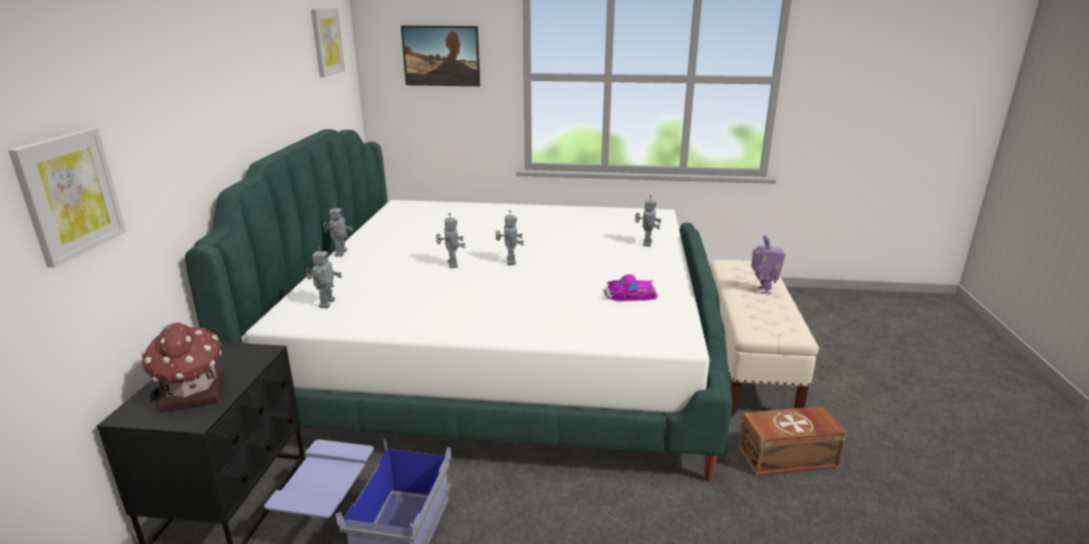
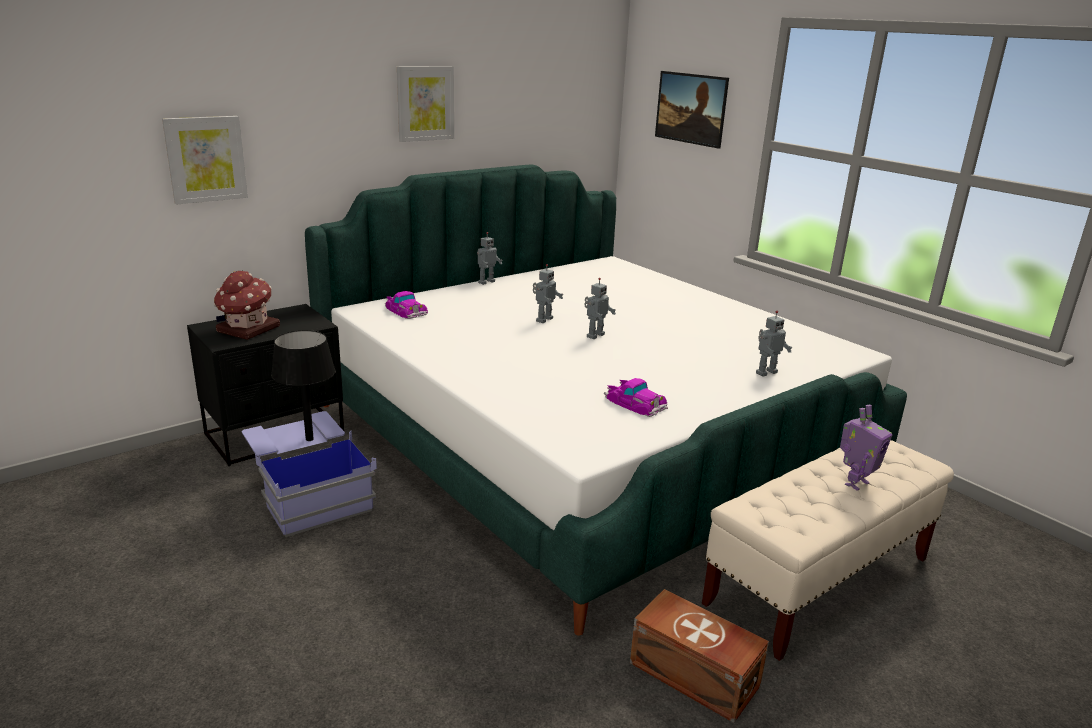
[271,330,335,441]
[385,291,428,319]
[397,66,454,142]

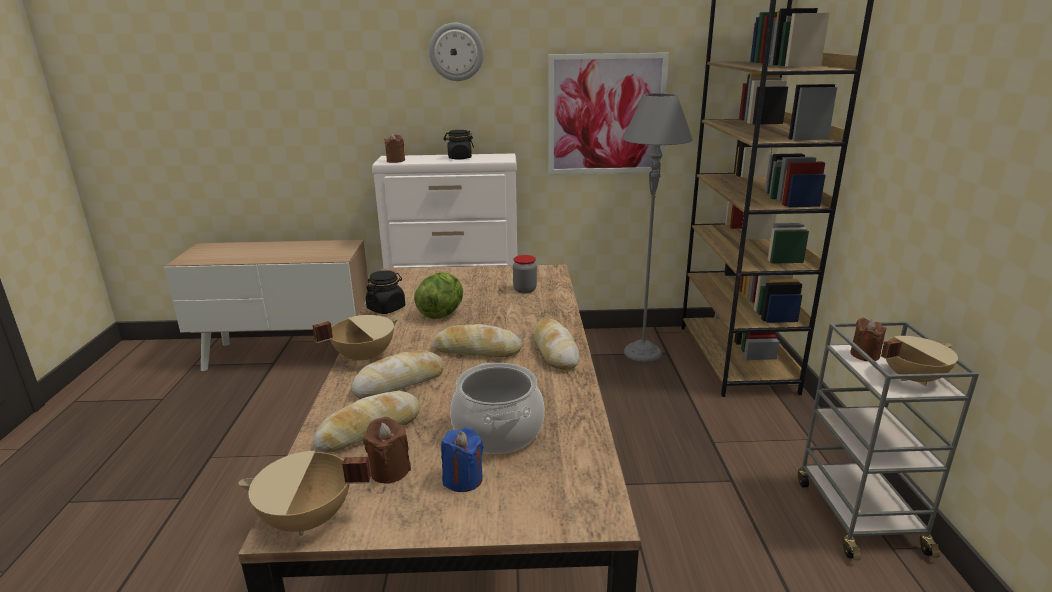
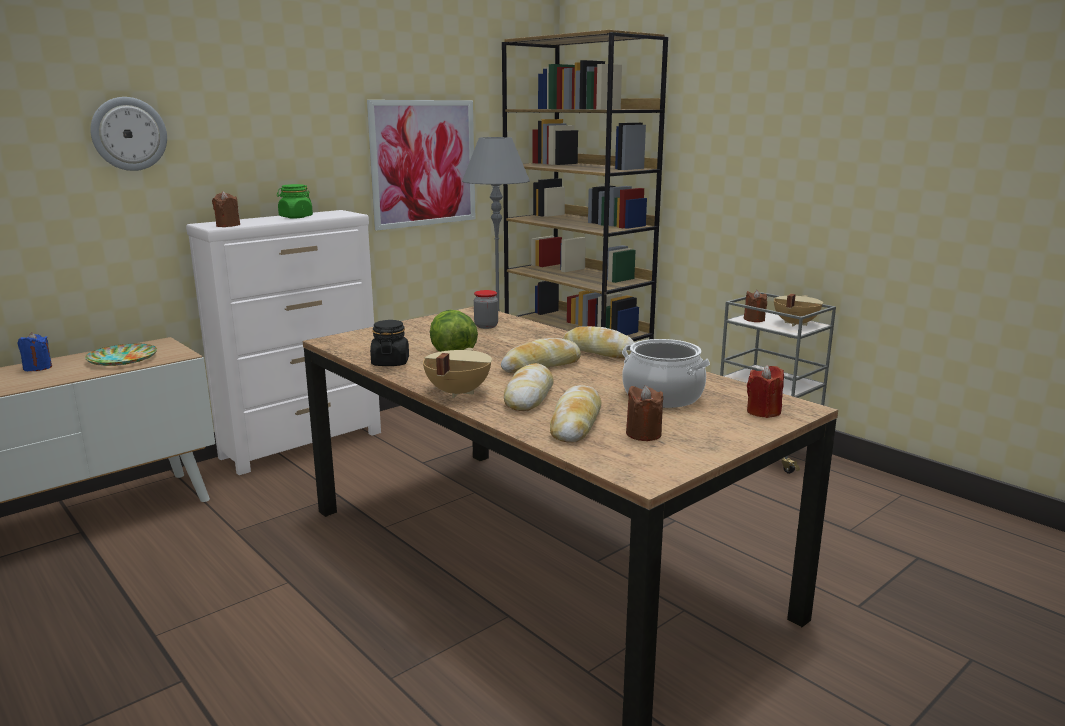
[18,332,52,371]
[85,344,157,366]
[90,97,167,171]
[277,184,313,218]
[747,365,784,418]
[238,451,371,536] (first image)

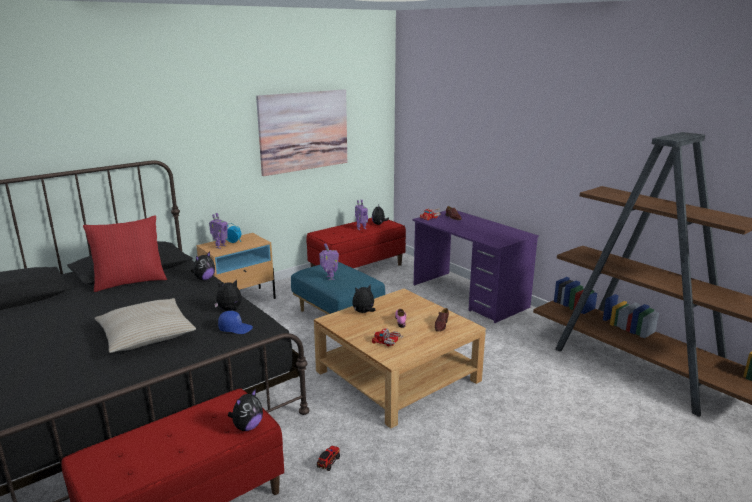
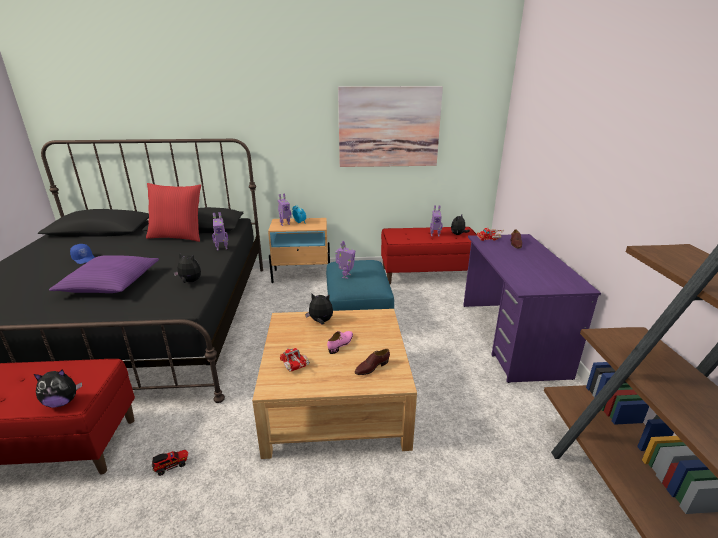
[49,255,159,293]
[70,244,95,264]
[212,212,228,250]

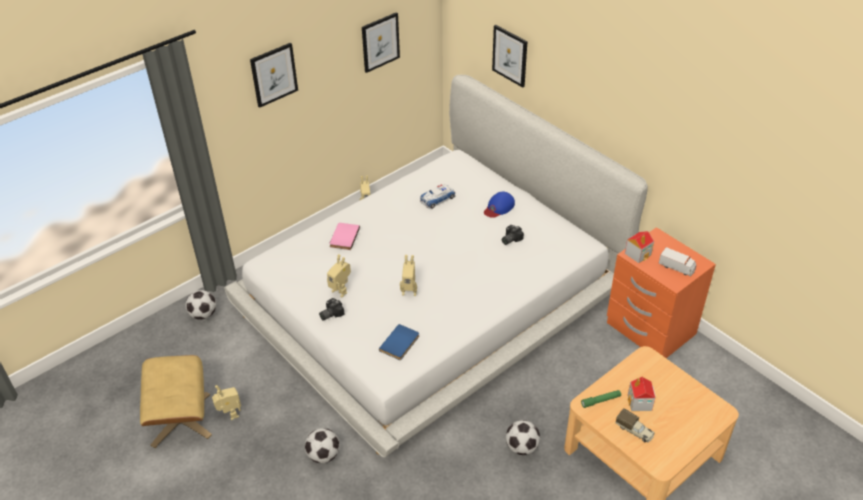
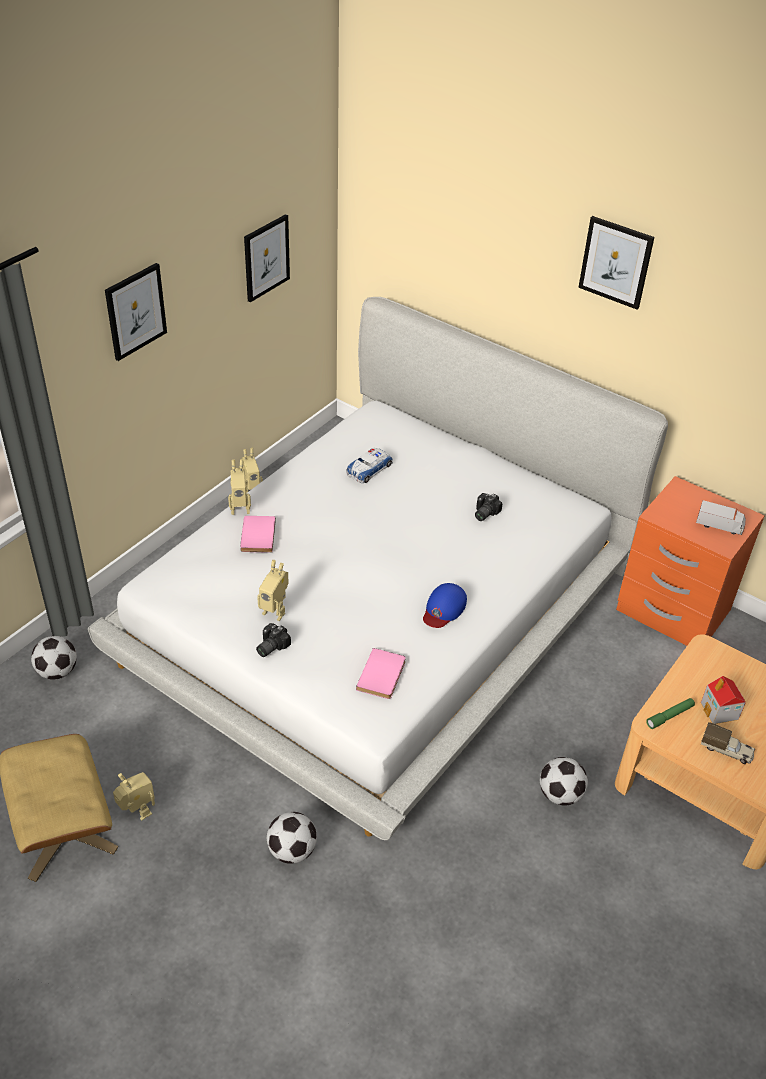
[228,459,251,515]
[356,648,406,699]
[423,583,467,628]
[578,216,654,309]
[625,231,654,263] (first image)

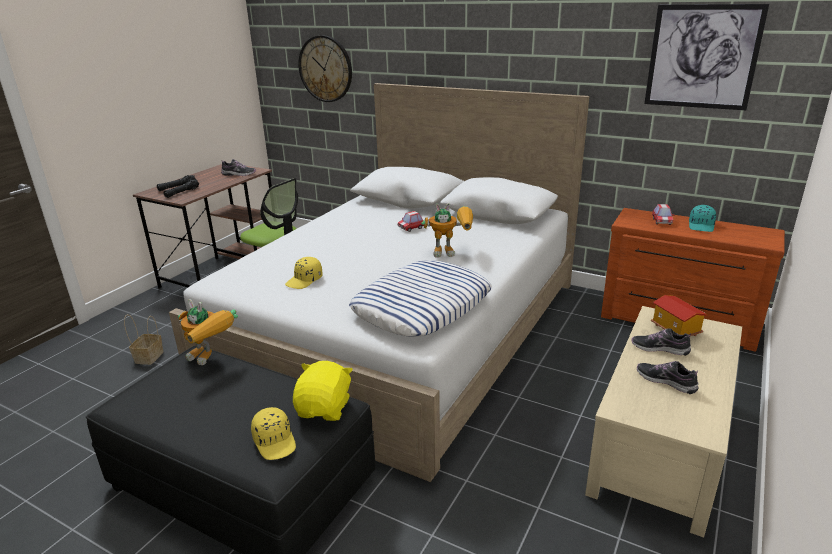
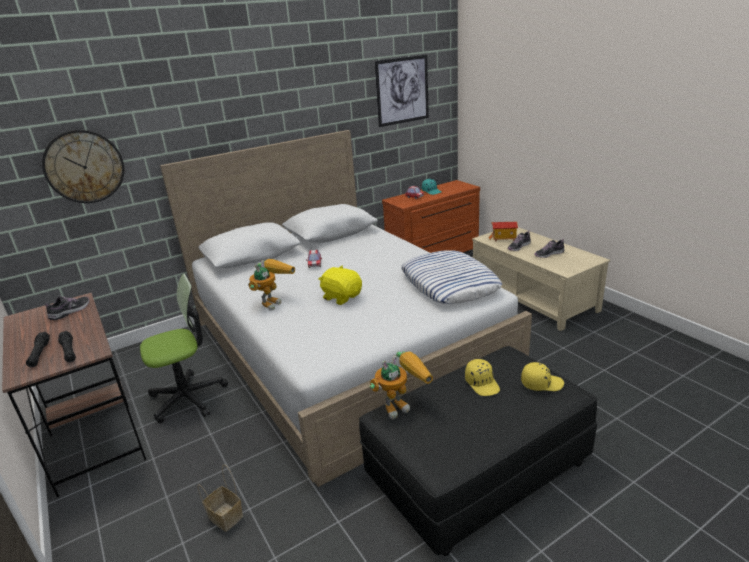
[248,259,295,311]
[318,266,362,305]
[465,359,500,396]

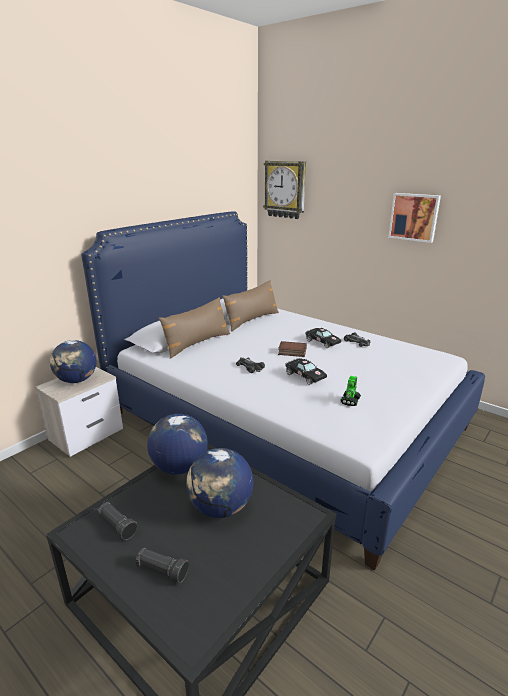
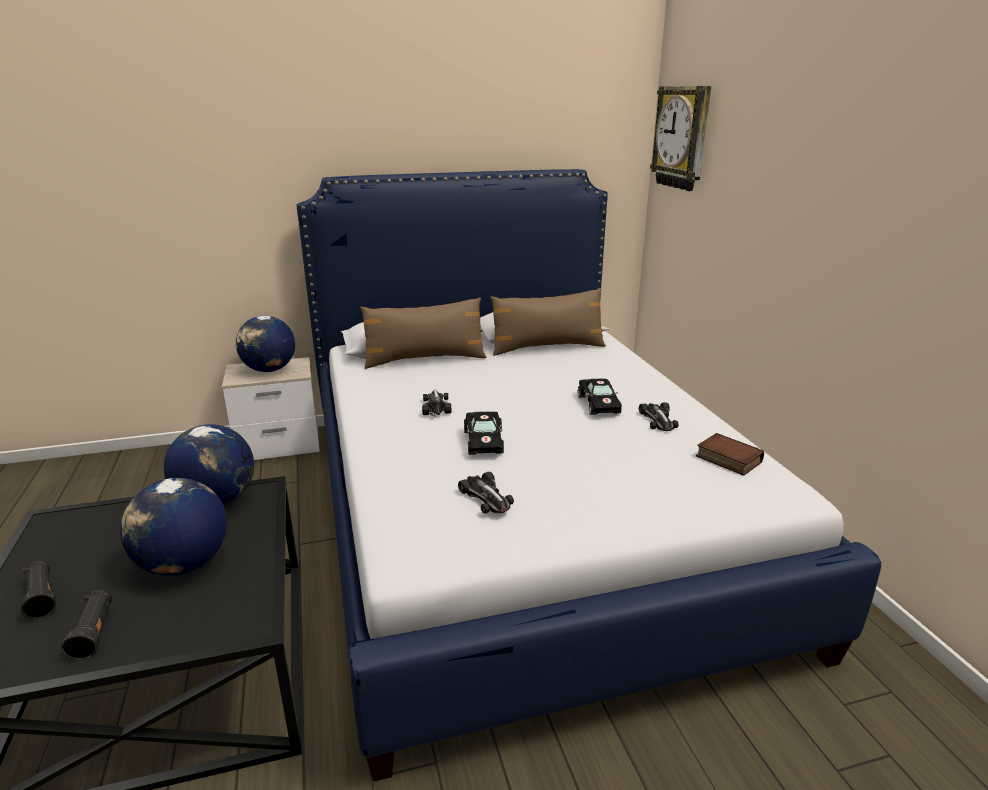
[61,590,112,659]
[458,472,514,514]
[696,433,764,476]
[388,193,441,243] (first image)

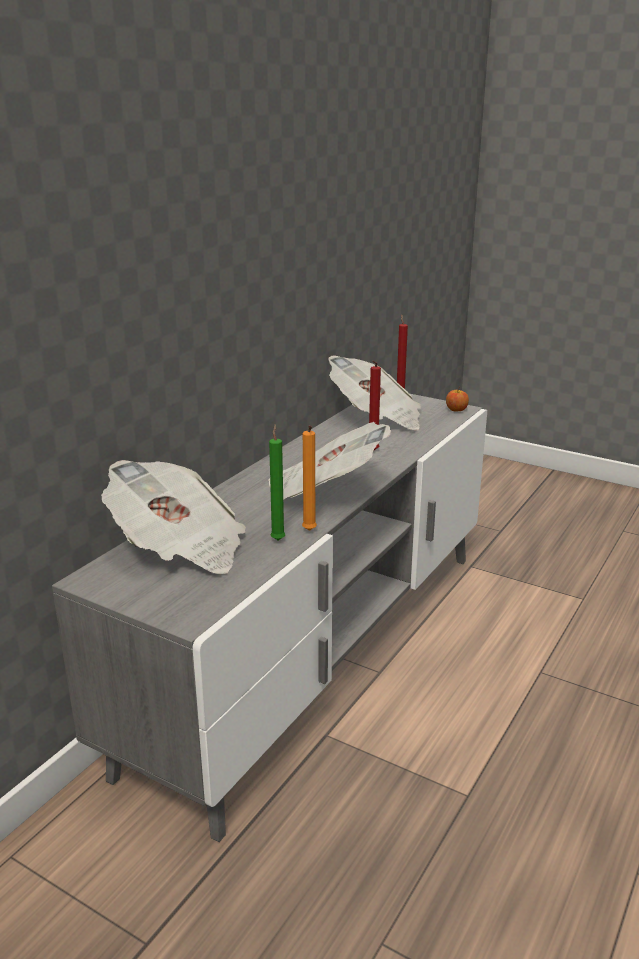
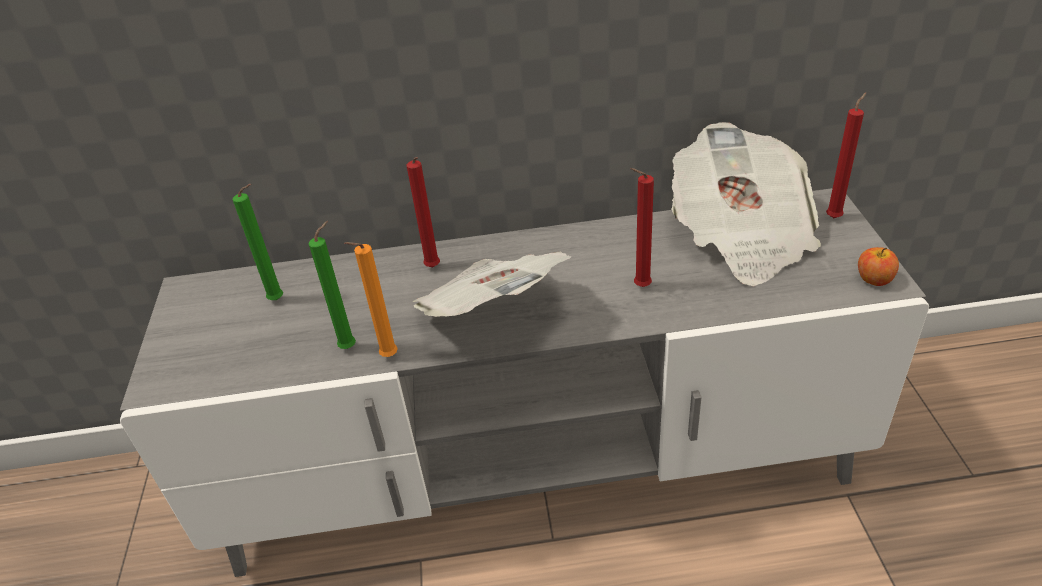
[233,184,283,300]
[407,157,440,267]

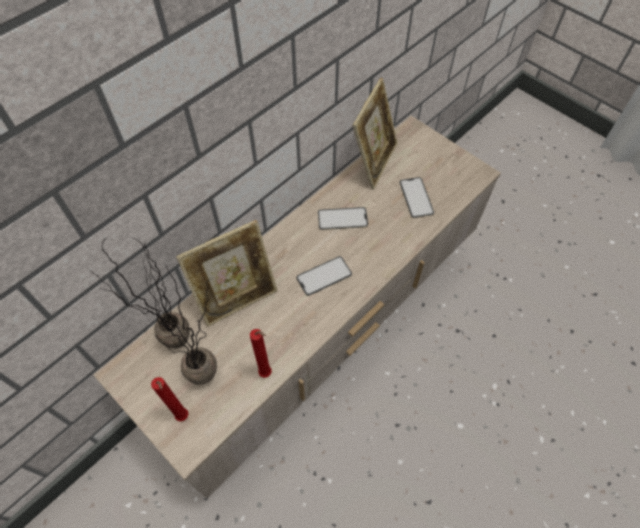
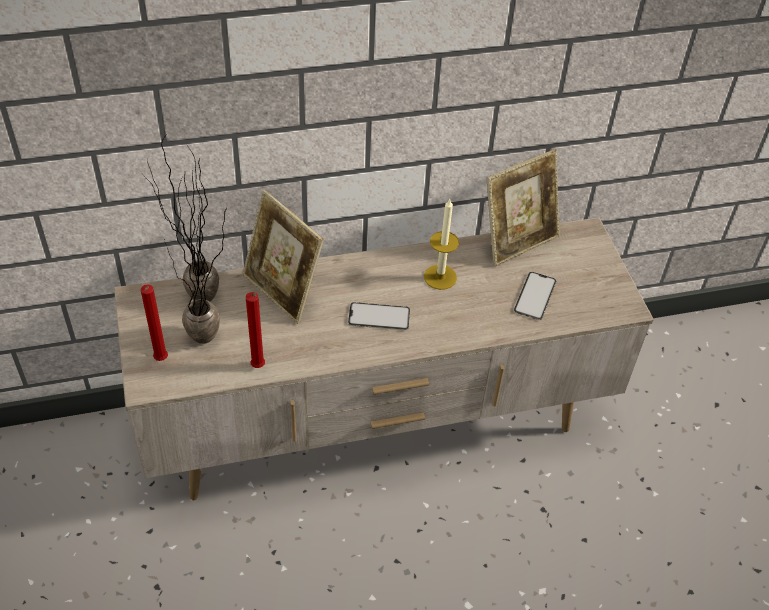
[243,190,324,324]
[424,199,459,290]

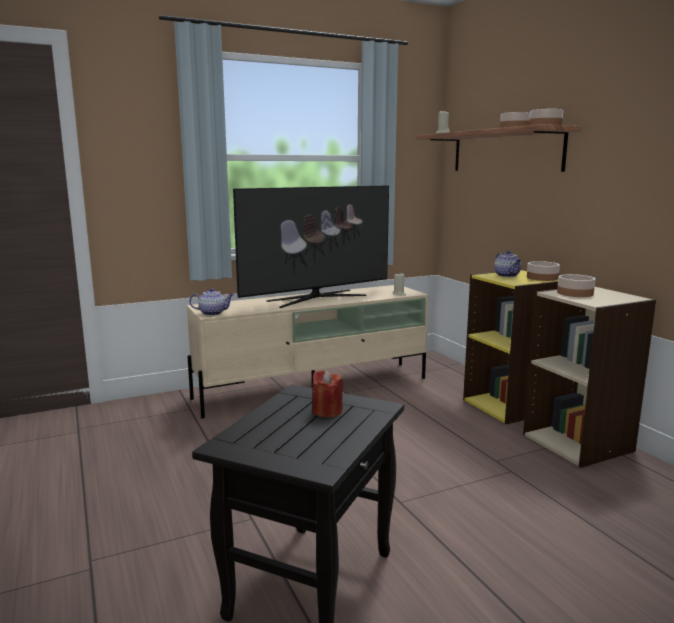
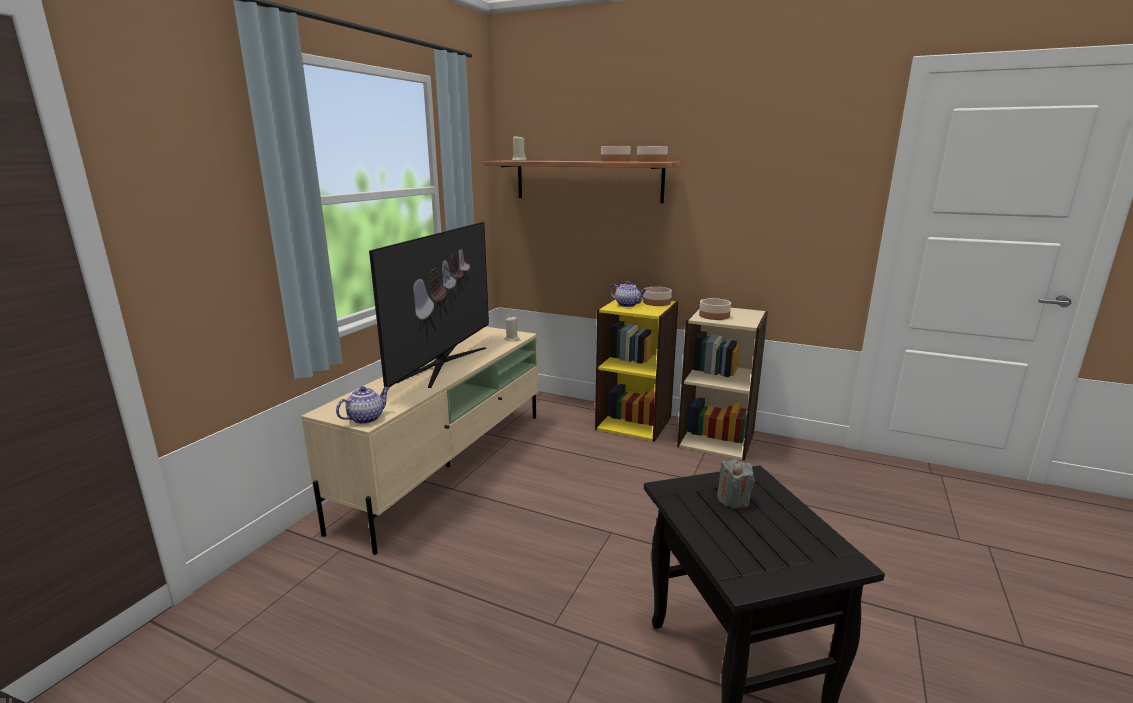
[717,460,755,509]

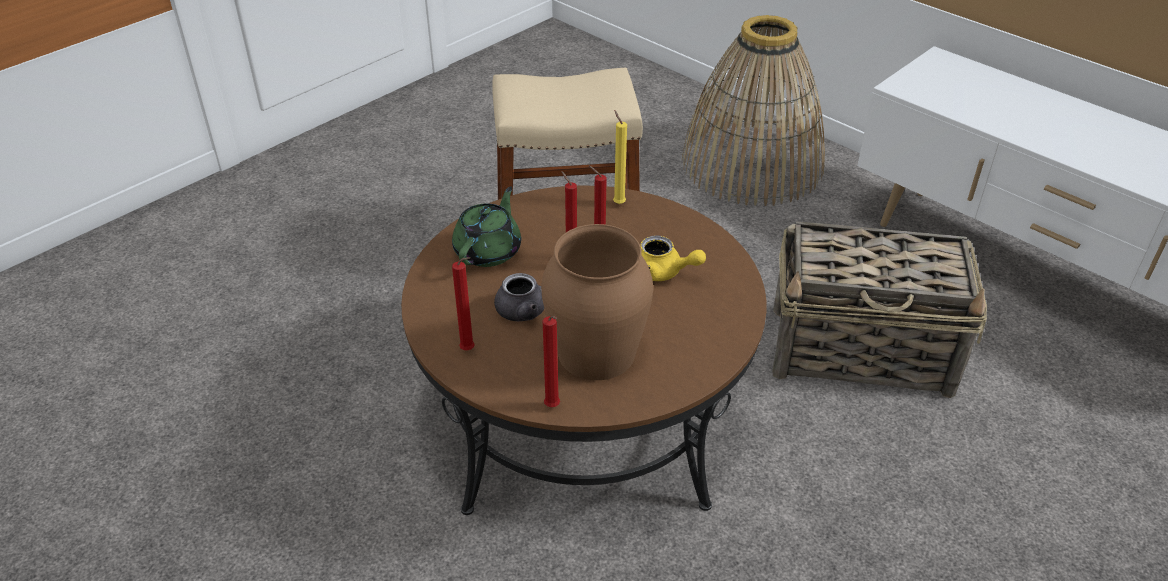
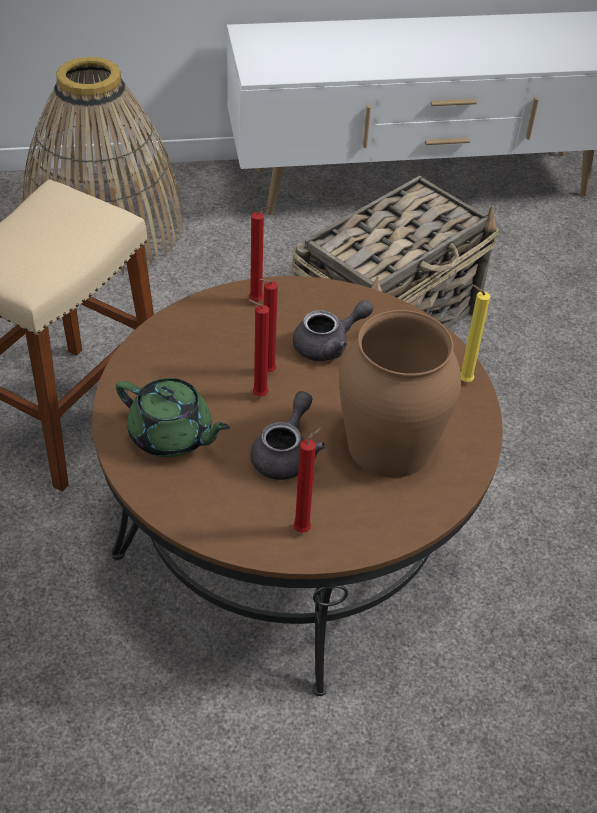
[116,378,230,457]
[249,206,271,302]
[293,300,373,361]
[460,285,490,382]

